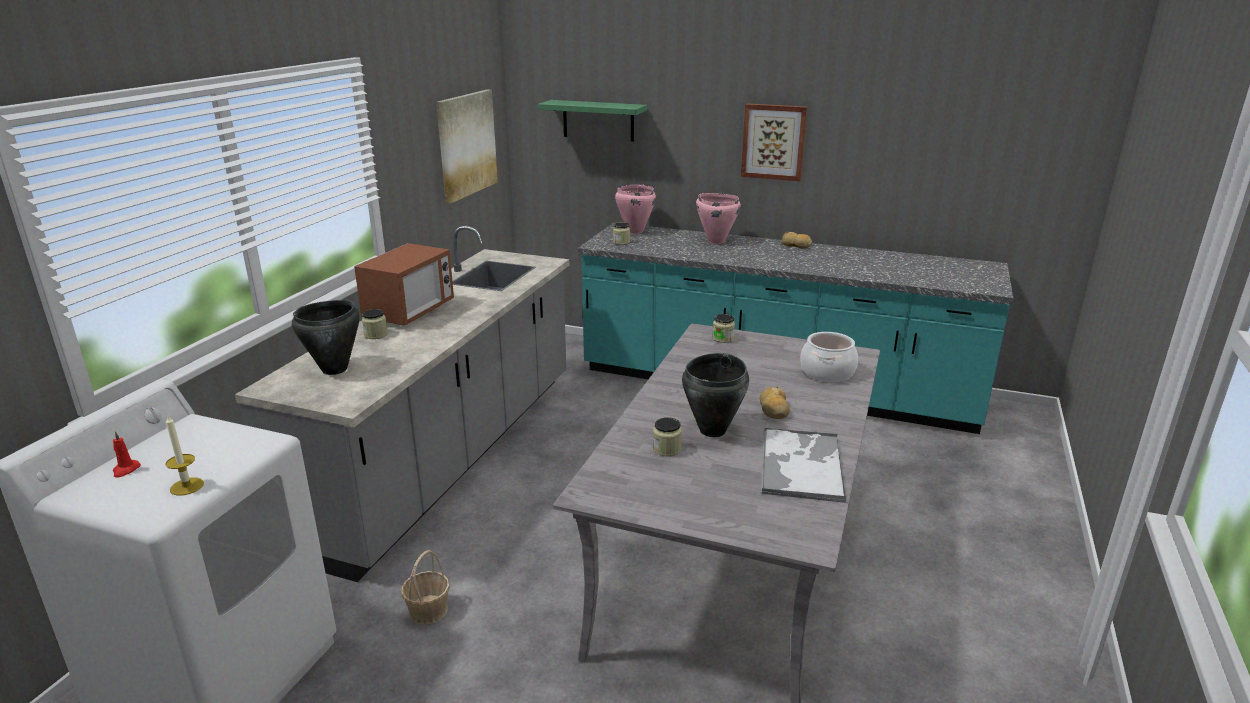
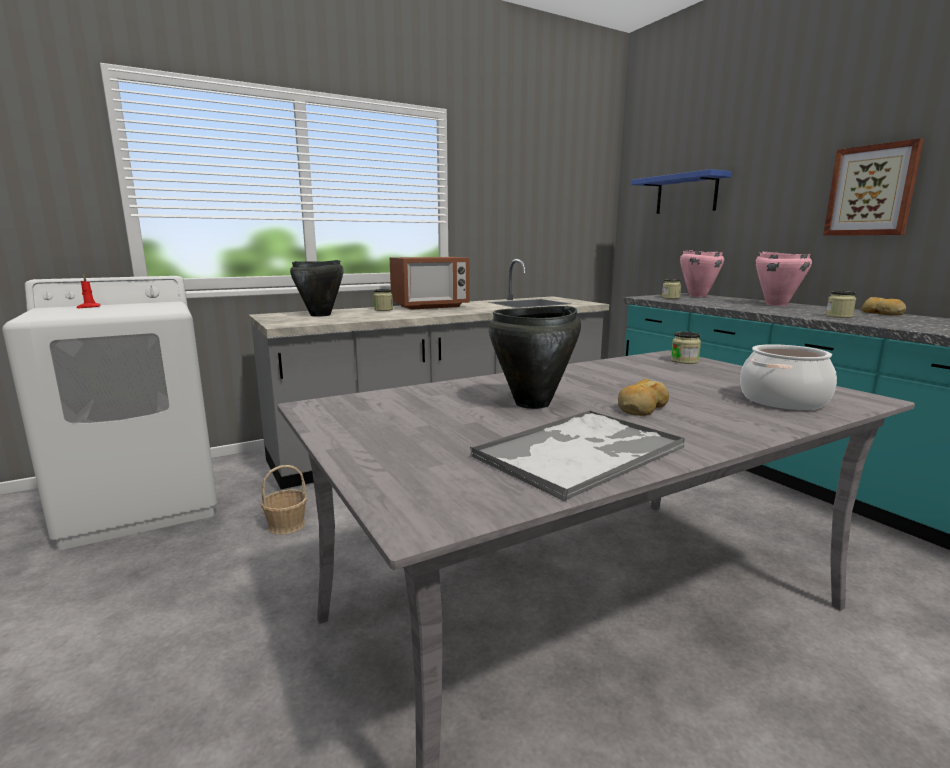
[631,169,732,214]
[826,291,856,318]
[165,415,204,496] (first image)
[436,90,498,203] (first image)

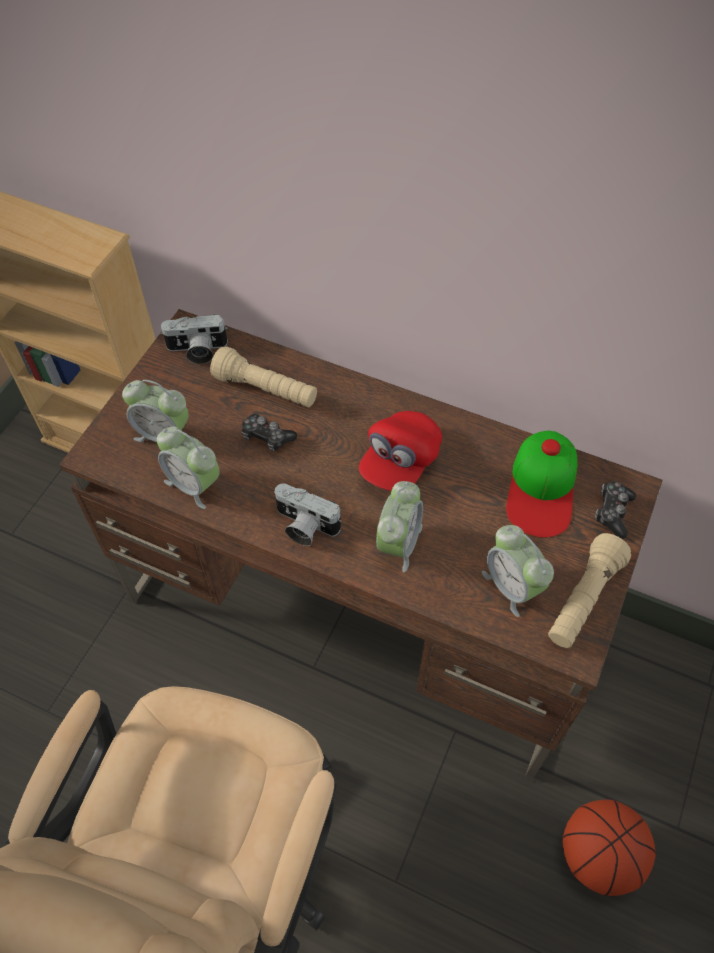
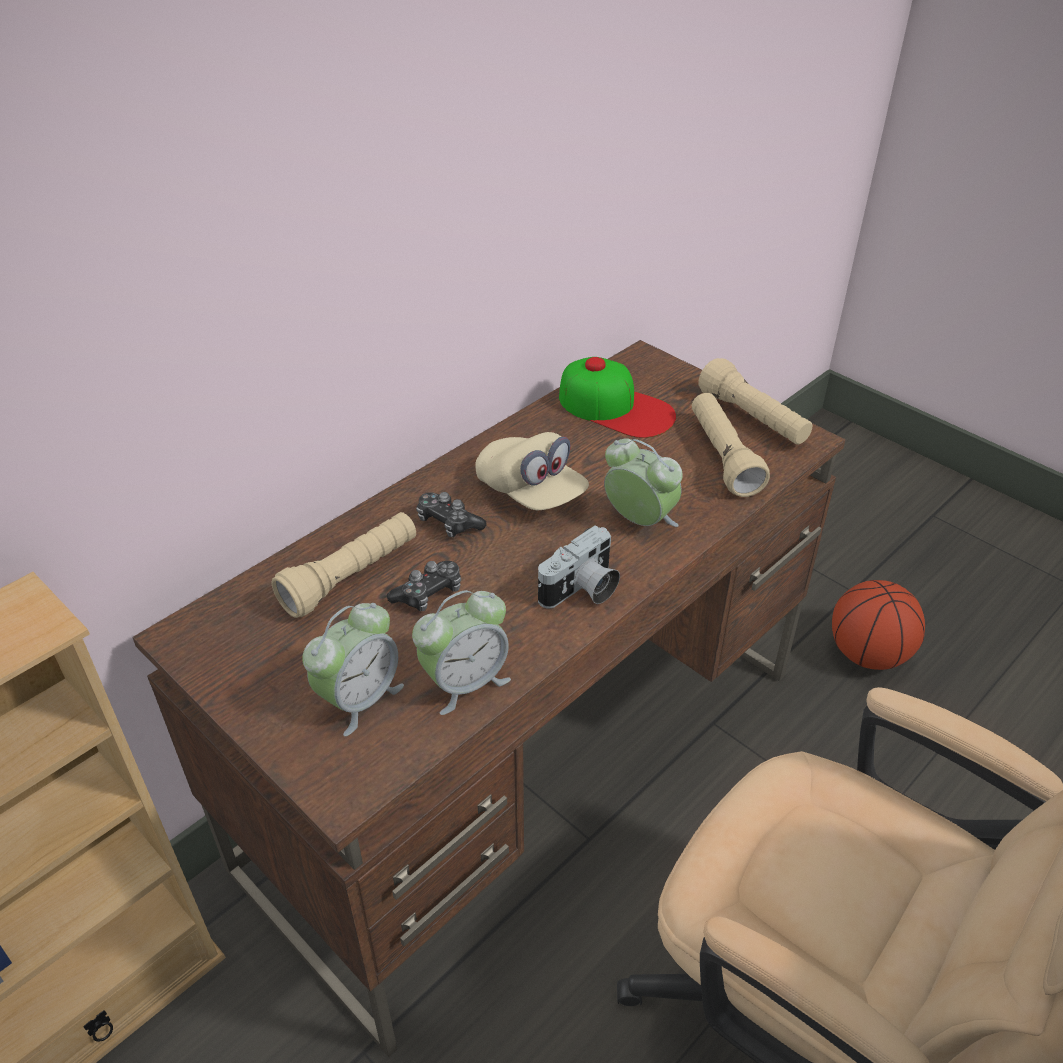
[416,492,486,537]
[475,432,589,510]
[692,393,770,497]
[160,314,228,364] (first image)

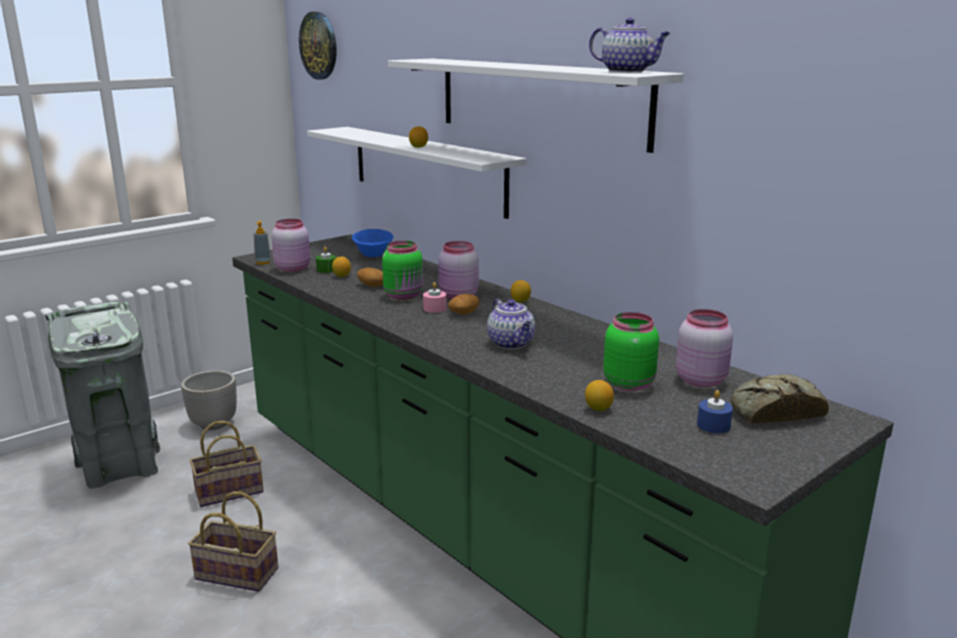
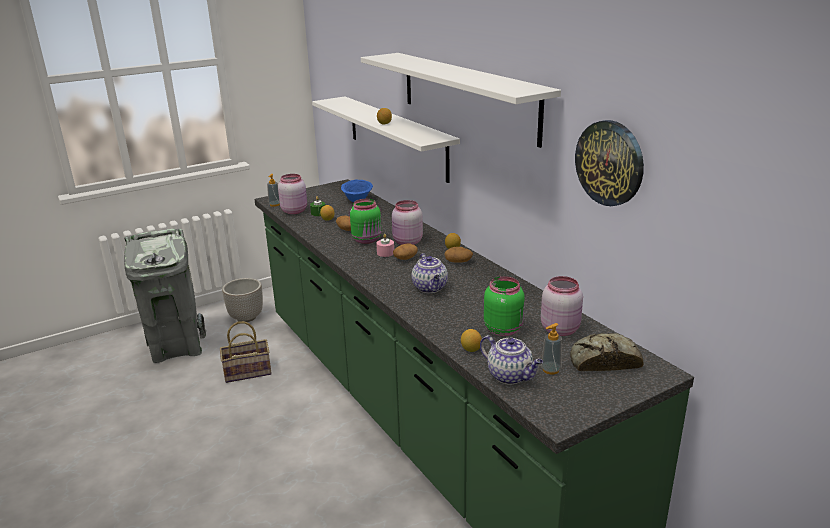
[444,247,473,263]
[480,335,543,384]
[541,323,562,375]
[575,120,644,206]
[188,492,278,592] (first image)

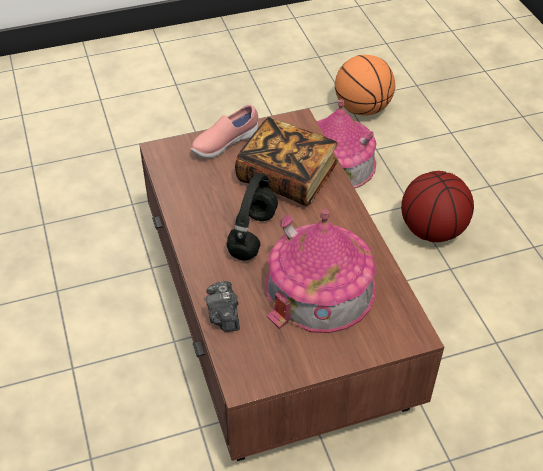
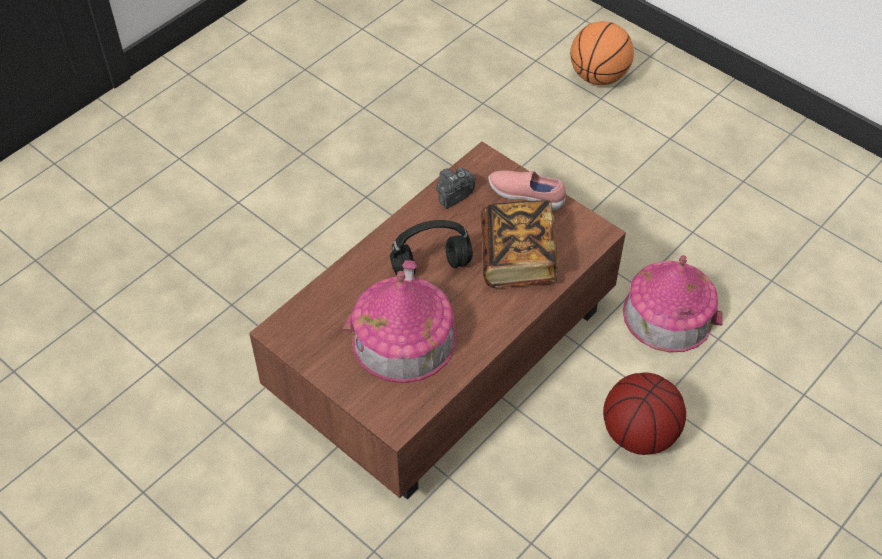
[436,168,476,209]
[570,21,634,85]

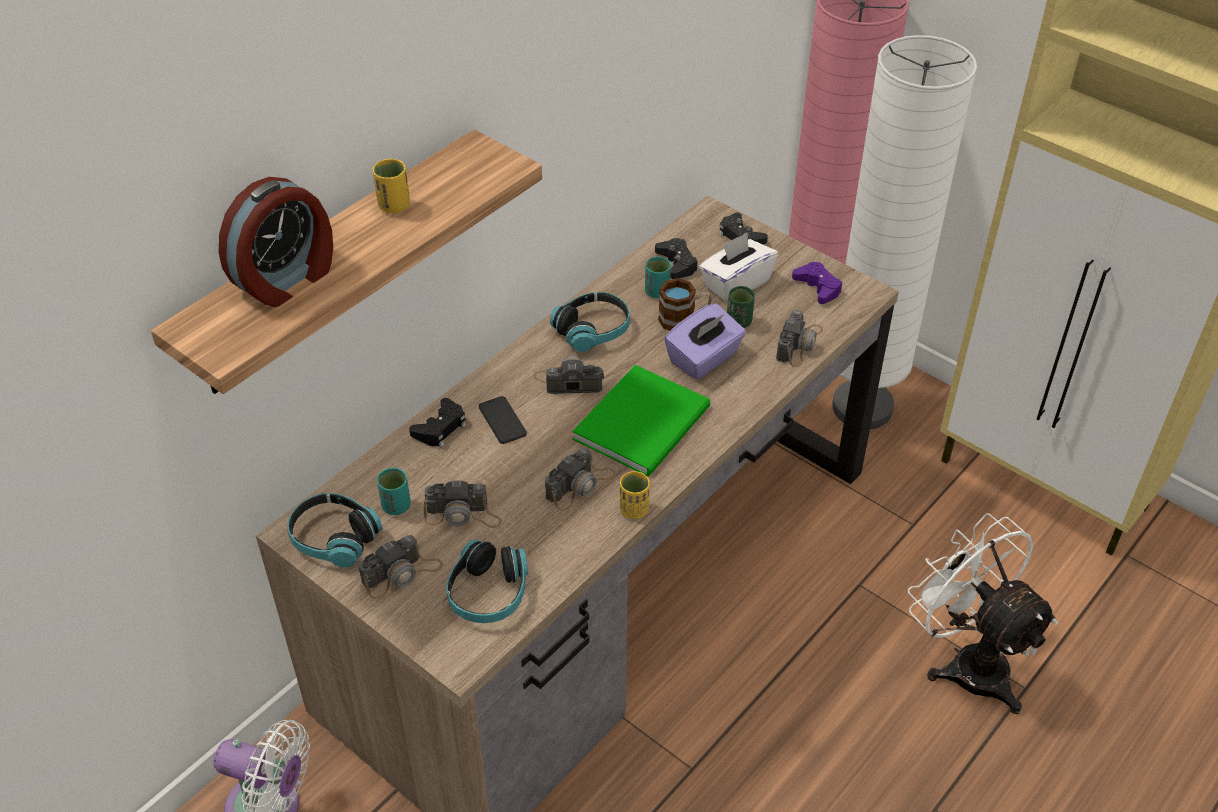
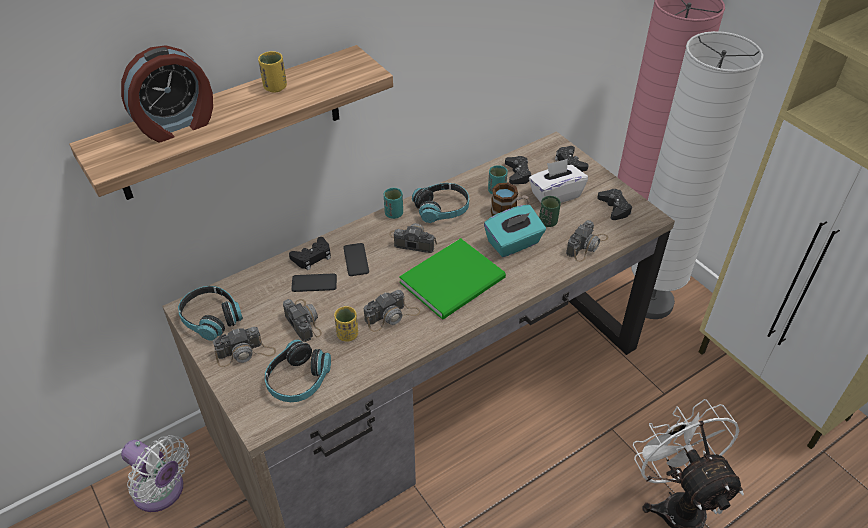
[283,299,322,342]
[291,273,337,292]
[334,306,358,342]
[384,188,403,219]
[484,205,546,257]
[597,189,632,220]

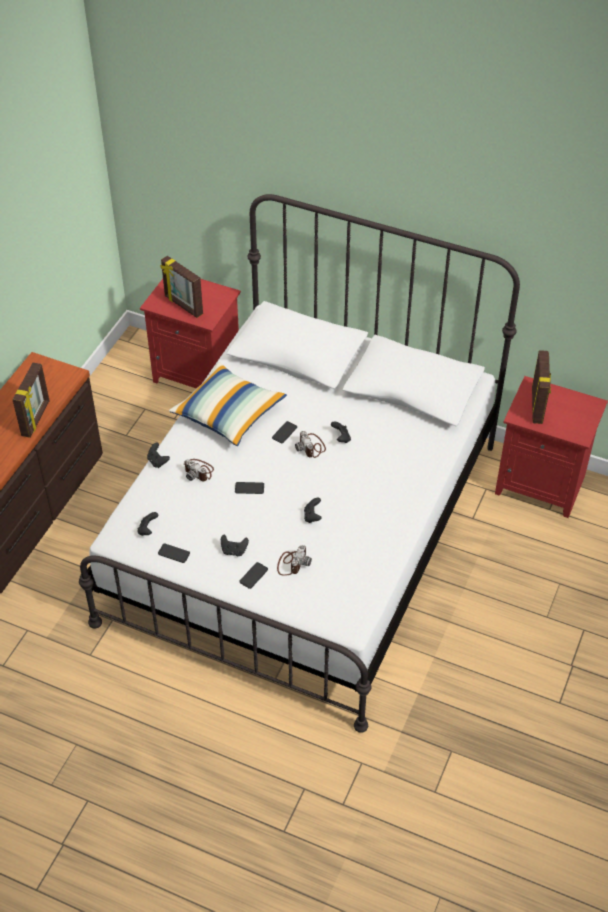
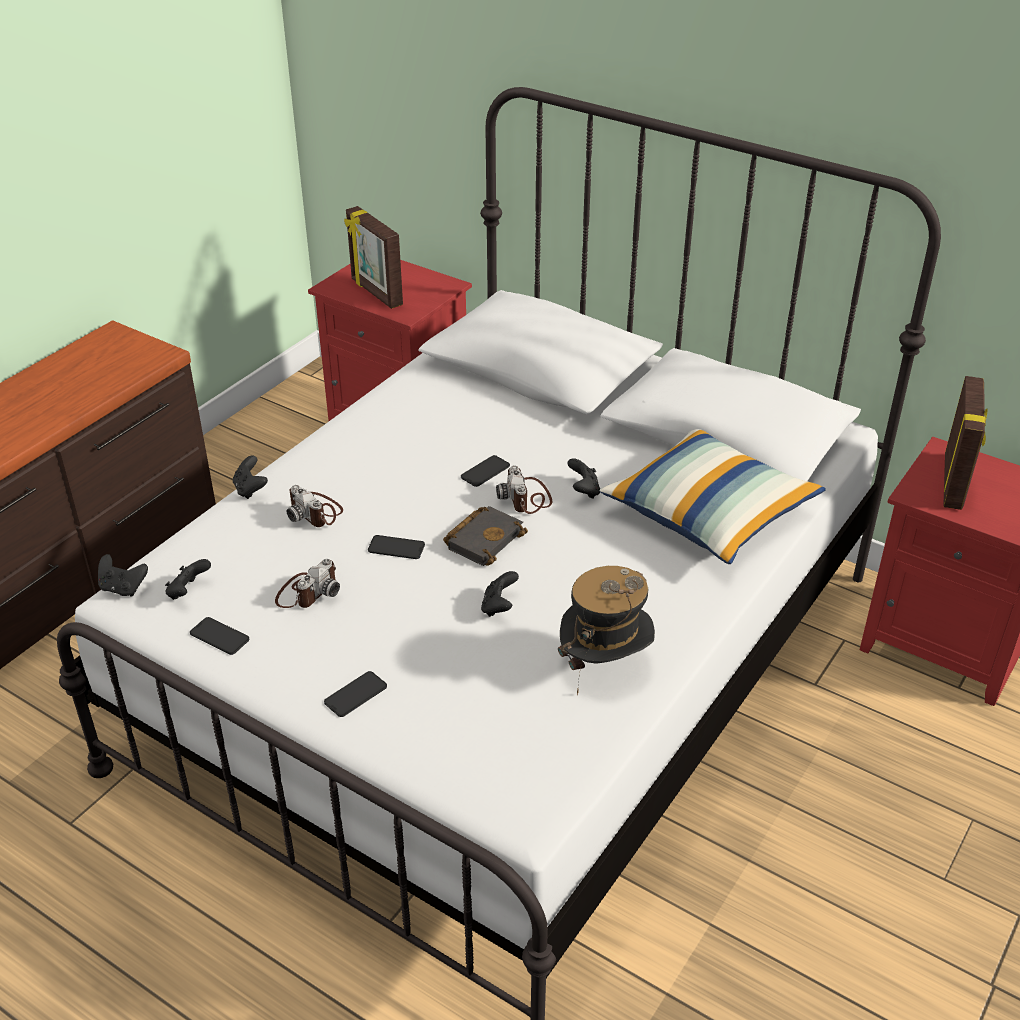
[98,554,148,596]
[275,559,340,608]
[443,506,528,566]
[558,566,655,695]
[599,429,826,564]
[12,363,50,438] (first image)

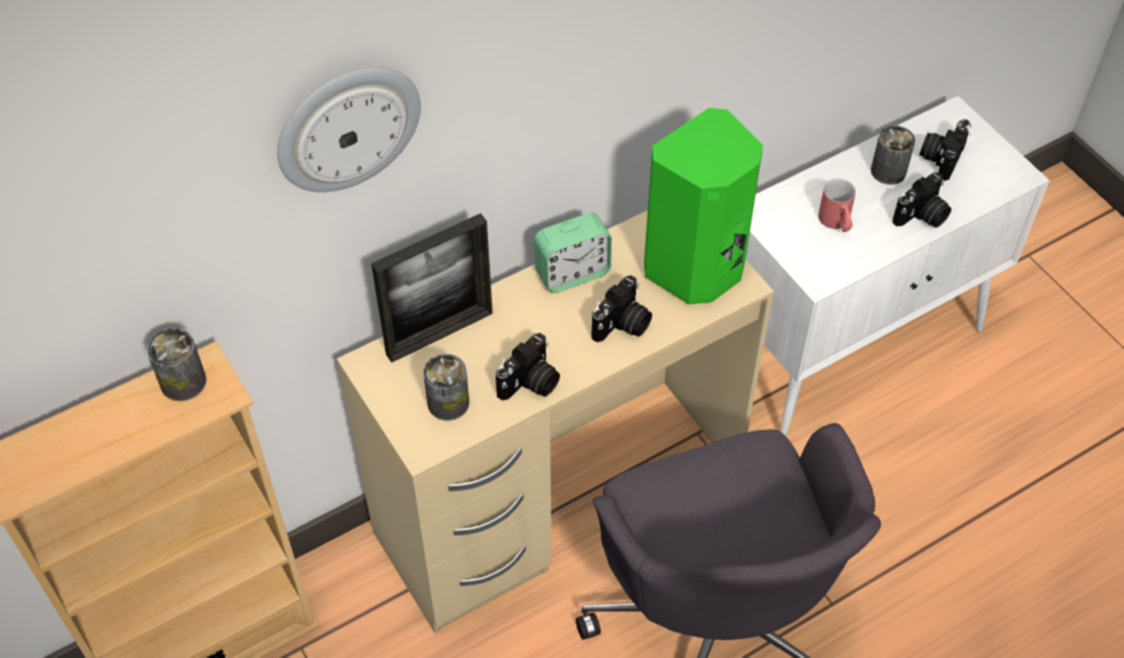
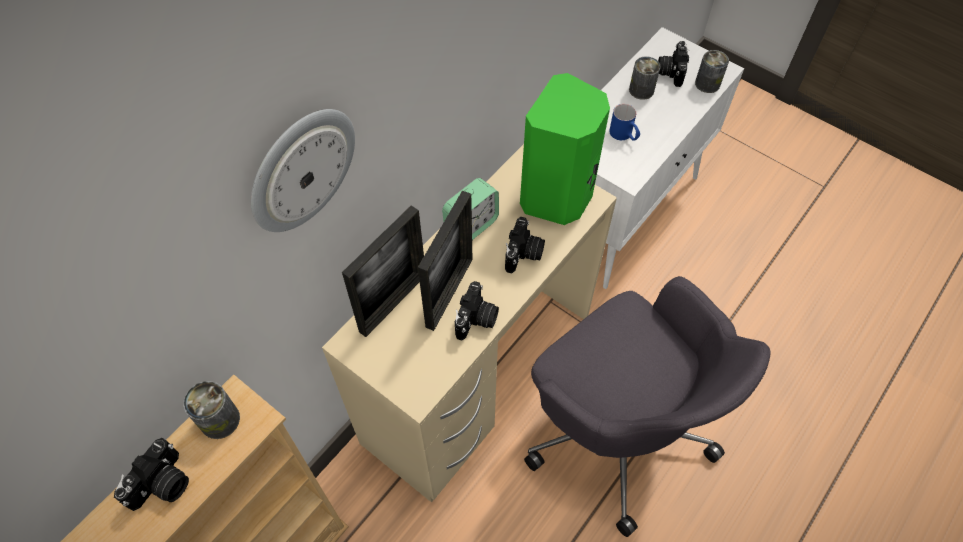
[114,438,189,511]
[418,191,472,331]
[609,104,640,141]
[695,50,729,93]

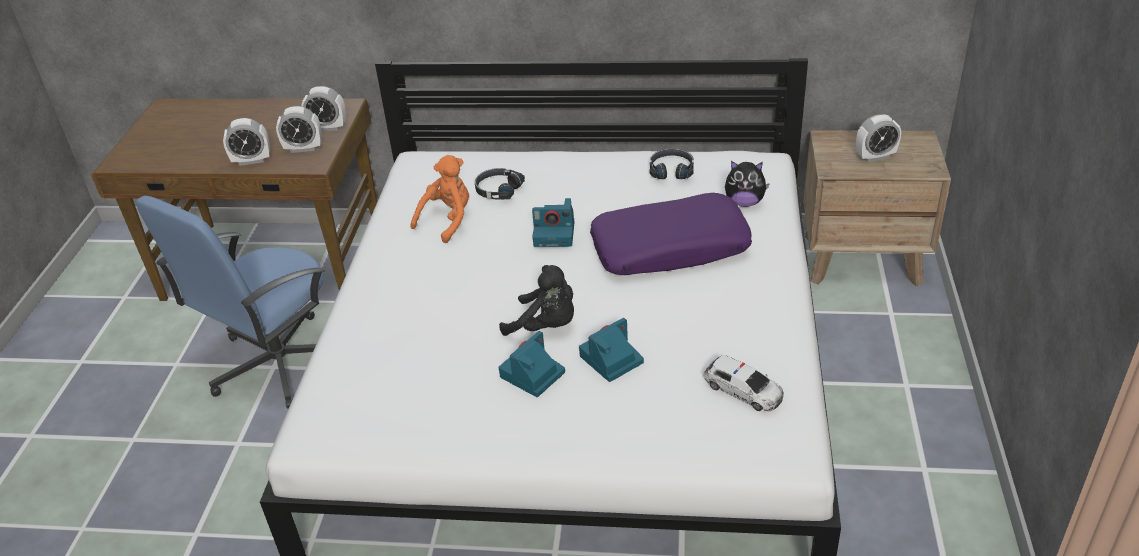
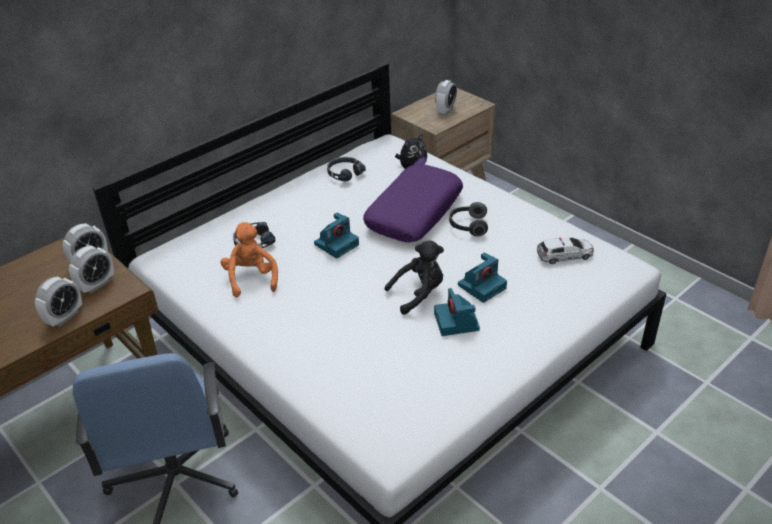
[449,202,488,236]
[458,252,507,303]

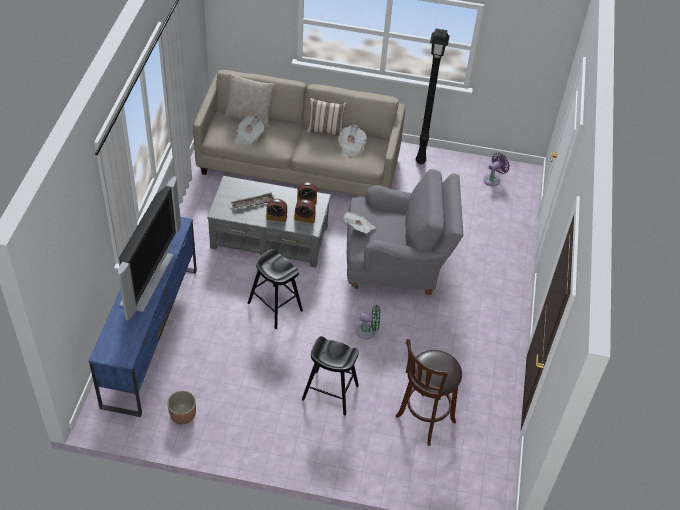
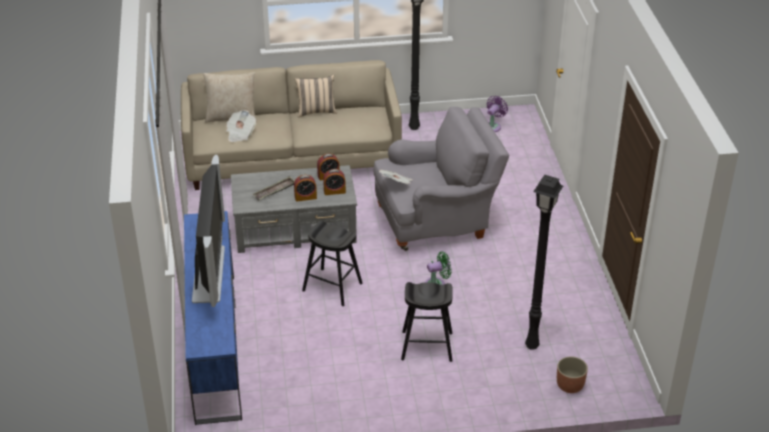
[525,175,563,350]
[557,356,588,393]
[338,125,367,156] (first image)

